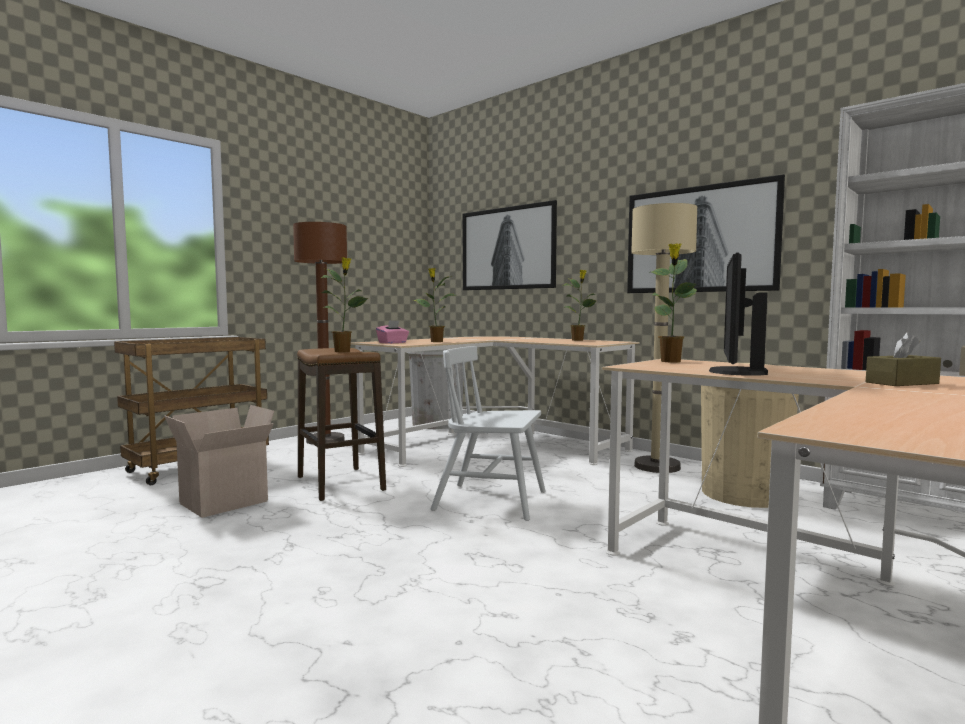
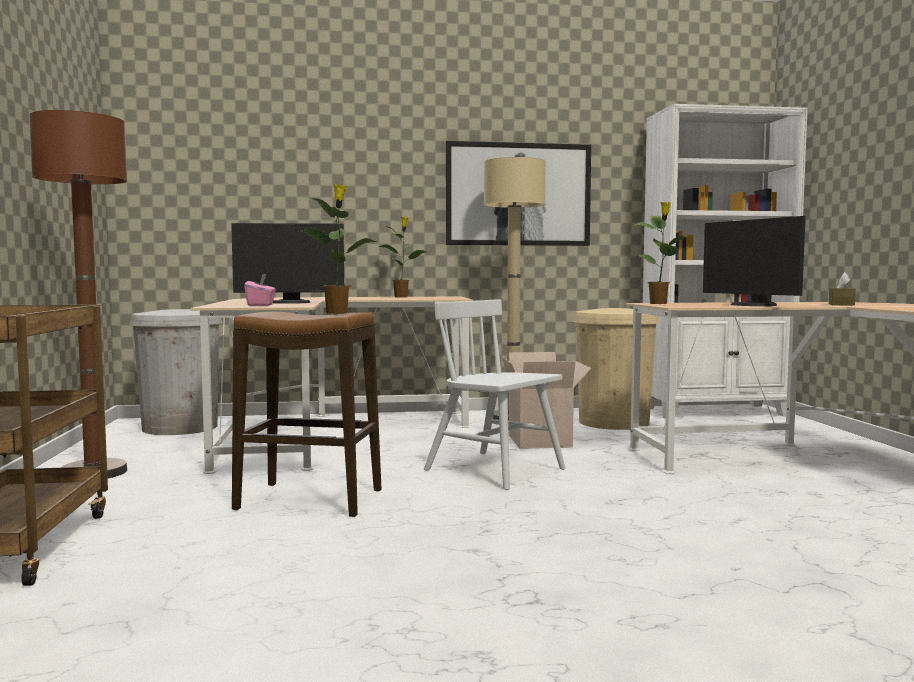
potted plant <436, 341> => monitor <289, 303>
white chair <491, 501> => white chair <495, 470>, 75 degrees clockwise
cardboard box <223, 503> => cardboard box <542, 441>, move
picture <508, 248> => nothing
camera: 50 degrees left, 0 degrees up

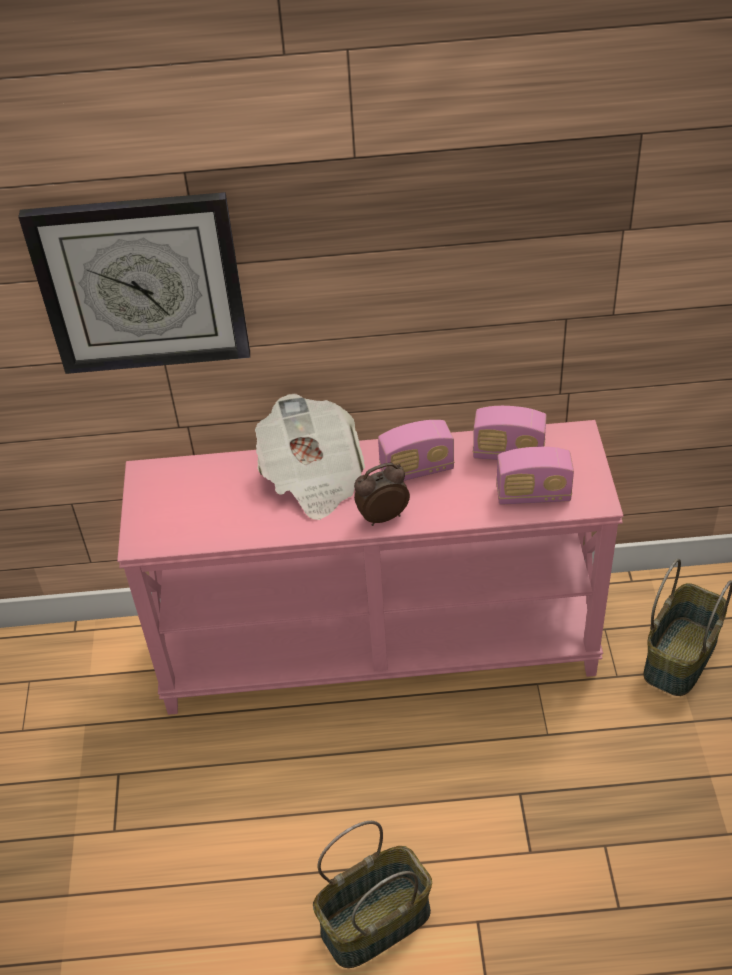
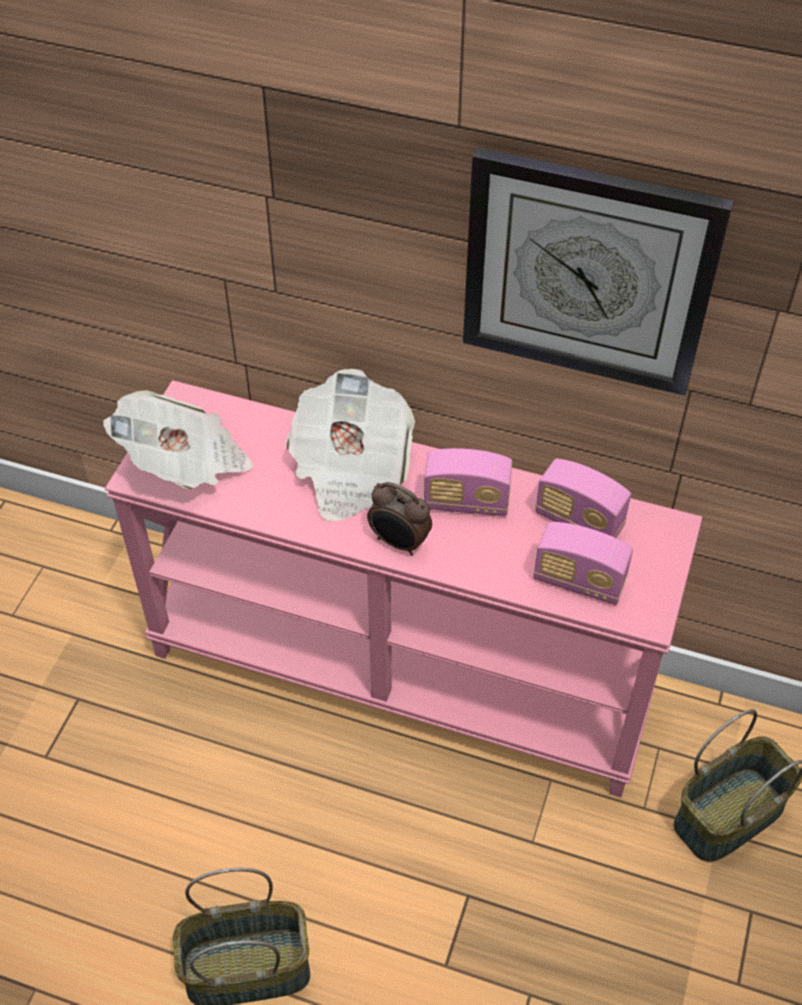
nothing => newspaper <185, 464>
alarm clock <382, 516> => alarm clock <399, 543>, 150 degrees counterclockwise
wall clock <141, 284> => wall clock <588, 273>, move
camera: 20 degrees right, 5 degrees up

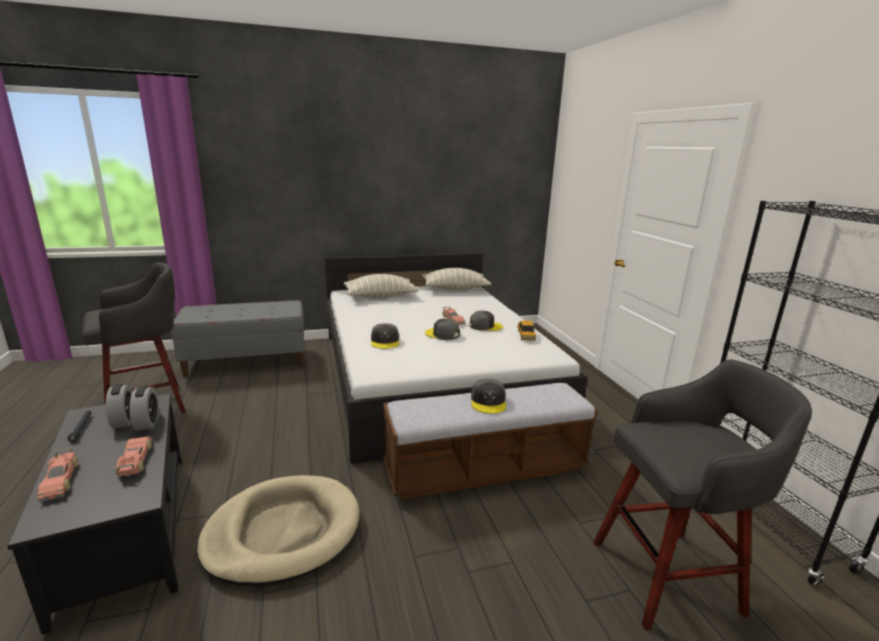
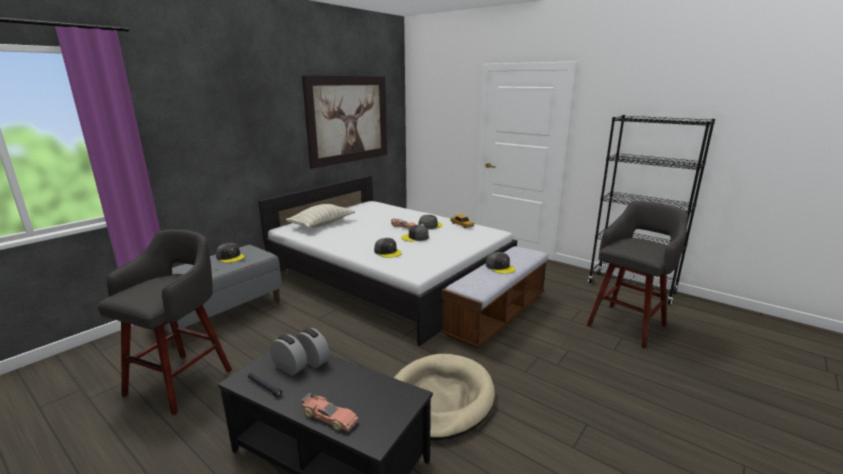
nothing => grey cap <230, 257>
nothing => picture <348, 119>
toy car <135, 460> => nothing
pillow <455, 289> => nothing
camera: 35 degrees left, 0 degrees up

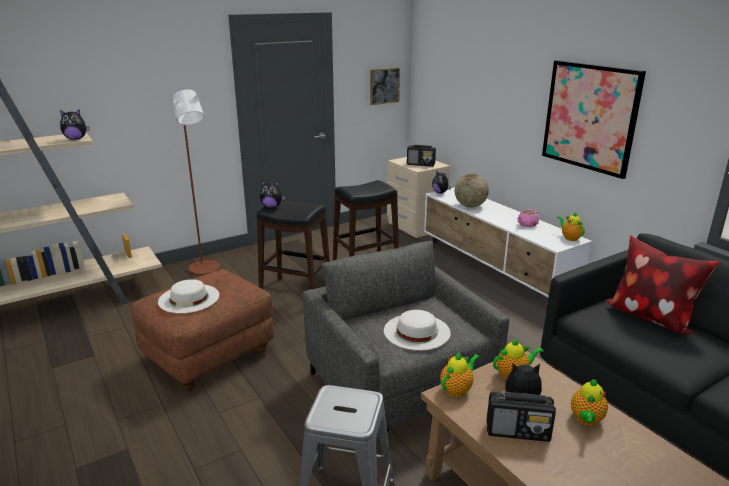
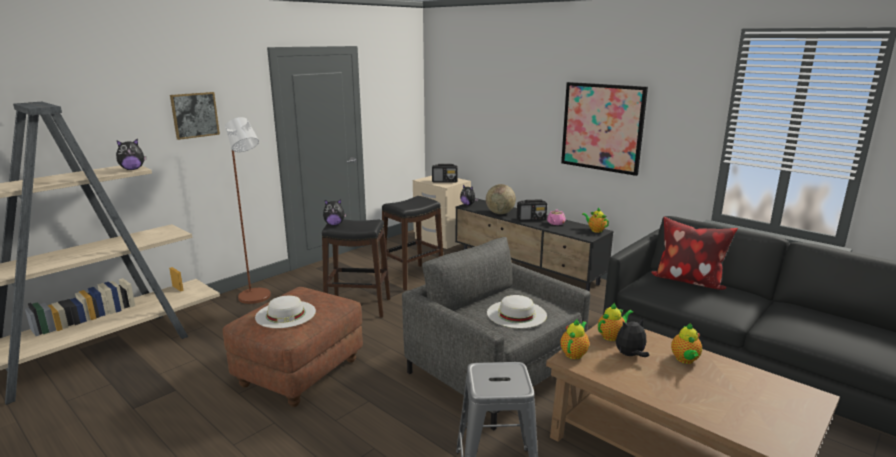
picture <384, 86> => picture <195, 115>, move
white tv stand <495, 268> => black tv stand <527, 267>
radio <518, 431> => radio <531, 219>, move
camera: 15 degrees left, 5 degrees down

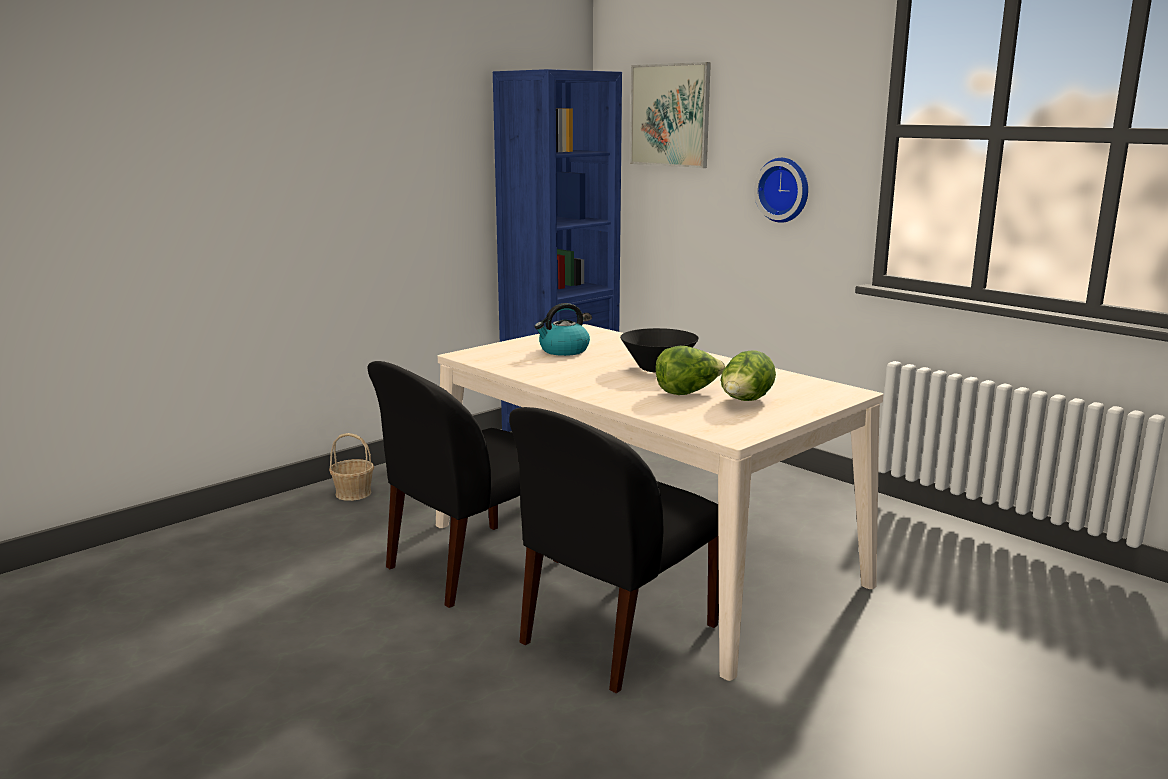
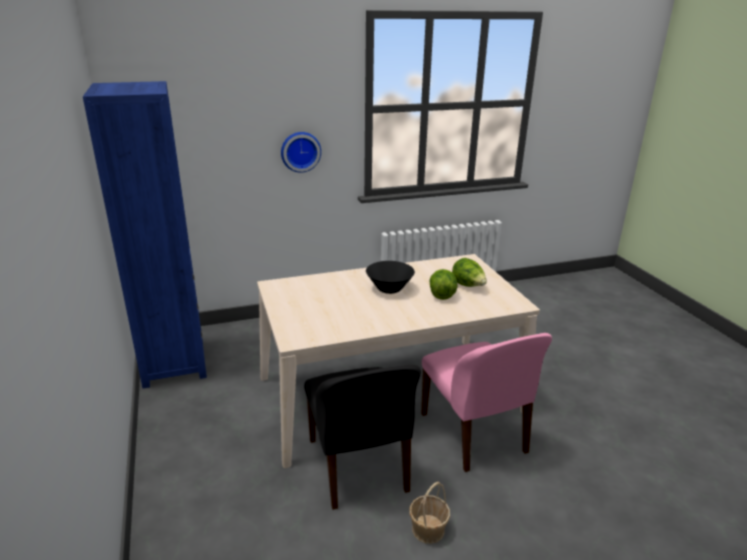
basket <353, 493> => basket <427, 529>, move
black chair <616, 636> => pink chair <474, 434>
kettle <563, 351> => nothing
picture <670, 115> => nothing
camera: 65 degrees left, 10 degrees up

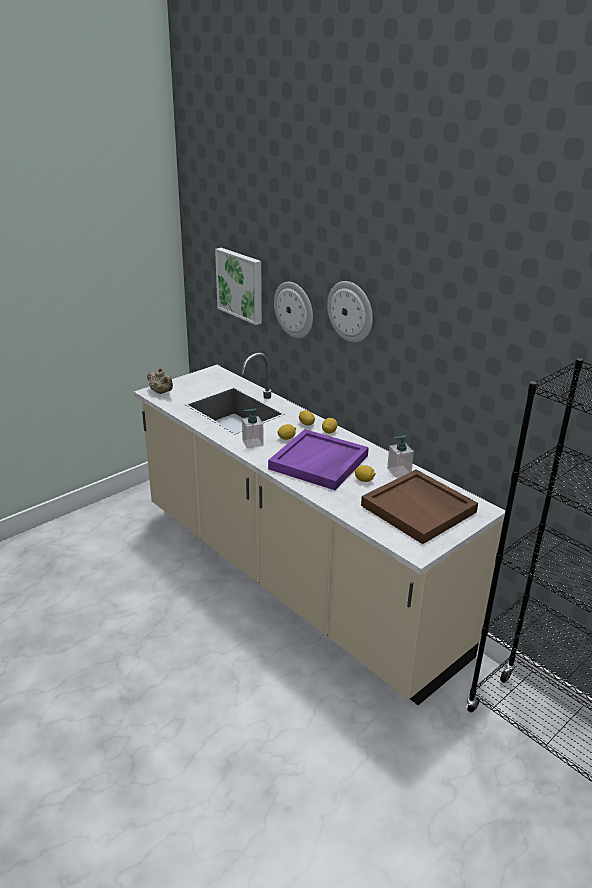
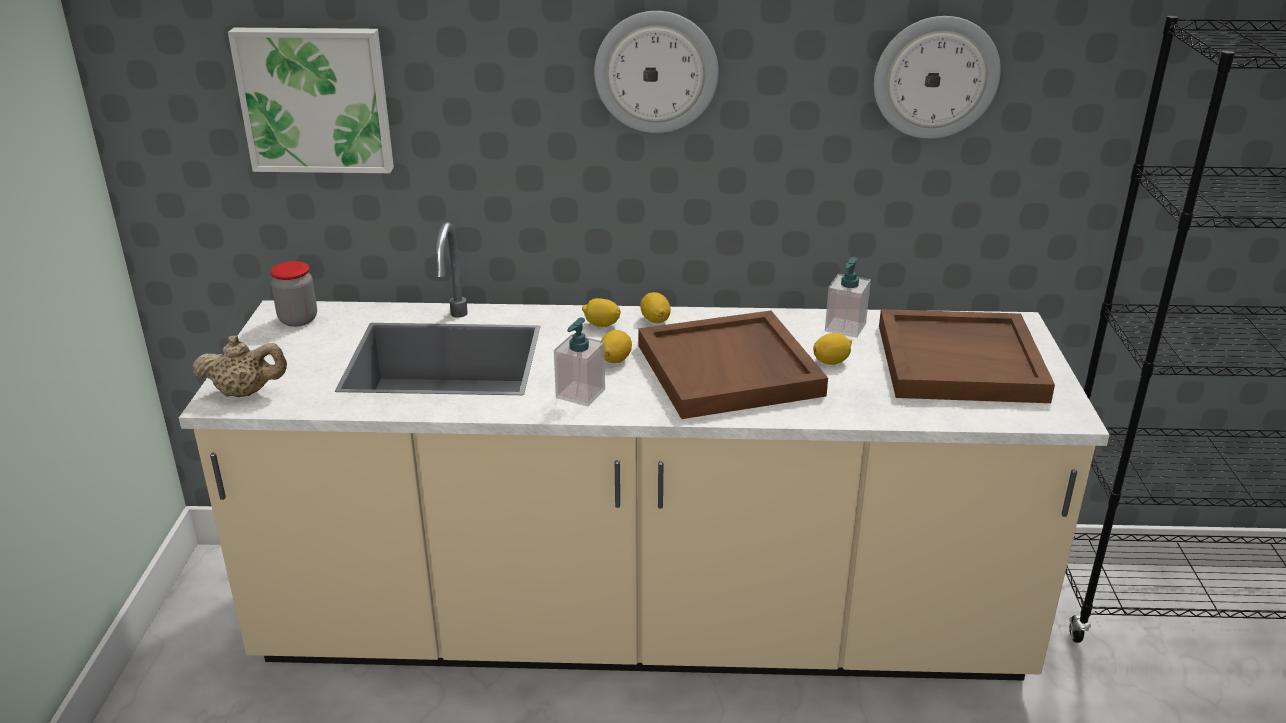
nothing => jar <298, 319>
purple tray <319, 463> => brown tray <730, 370>
wall clock <294, 309> => wall clock <935, 77>, move
camera: 45 degrees left, 0 degrees up

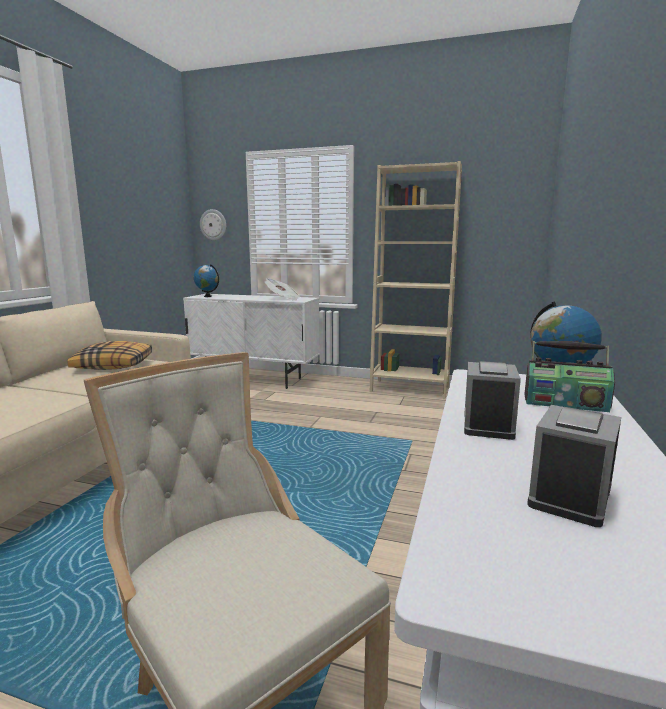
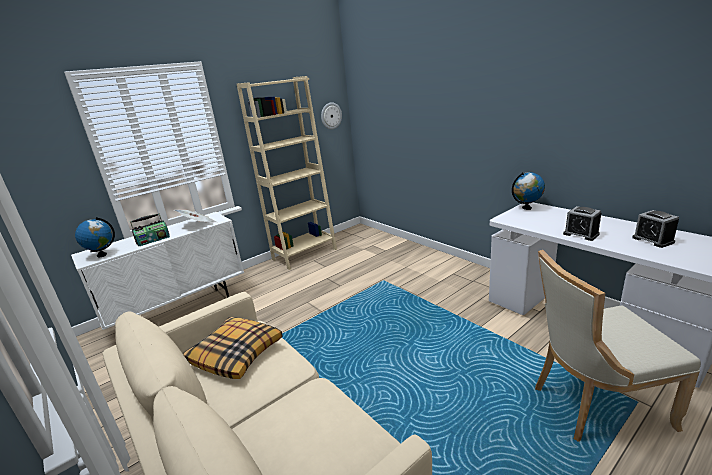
radio <565, 403> => radio <153, 240>, move
wall clock <213, 225> => wall clock <331, 116>, move
camera: 55 degrees left, 10 degrees up

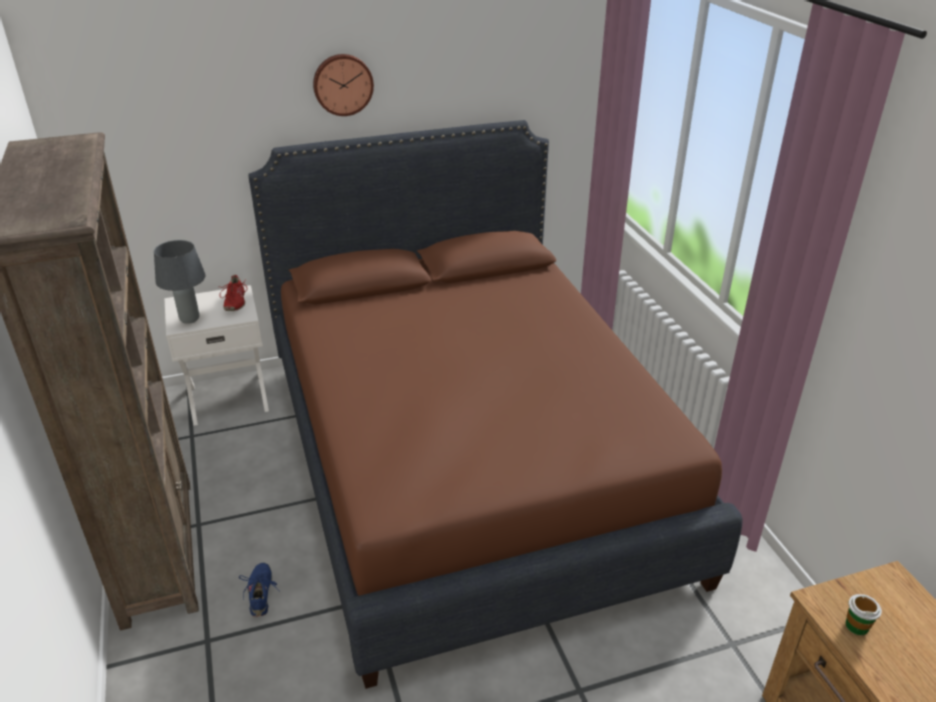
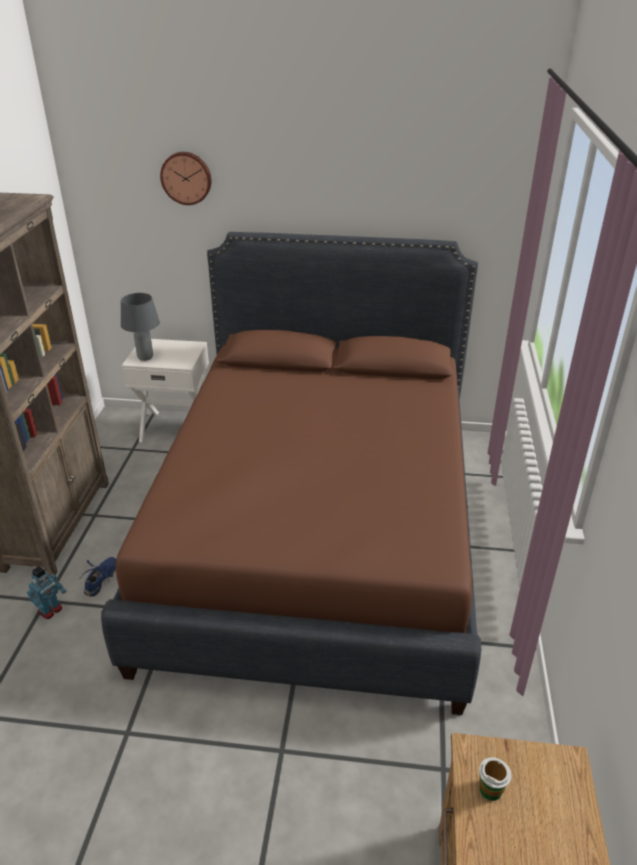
nothing => toy robot <50, 610>
wall clock <342, 84> => wall clock <186, 178>, move
red shoe <234, 302> => nothing
camera: 25 degrees right, 0 degrees up

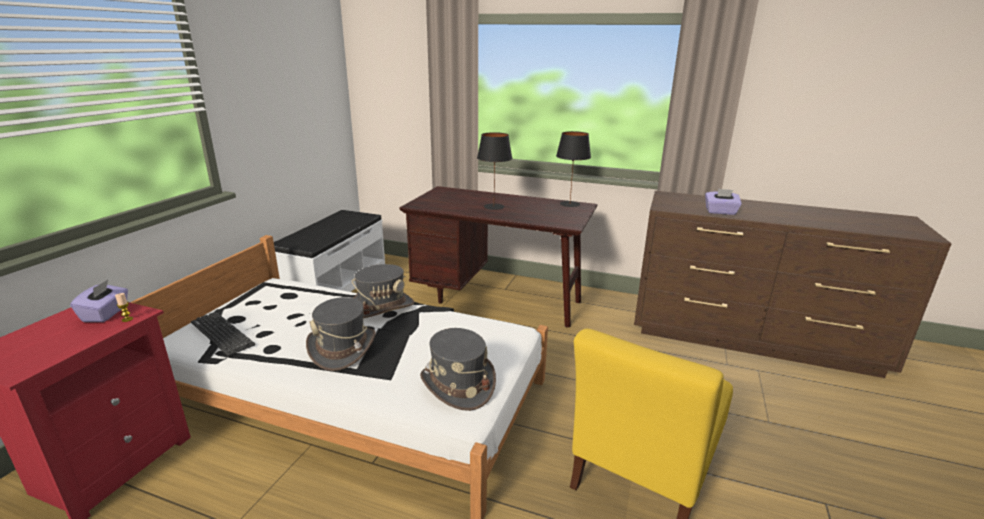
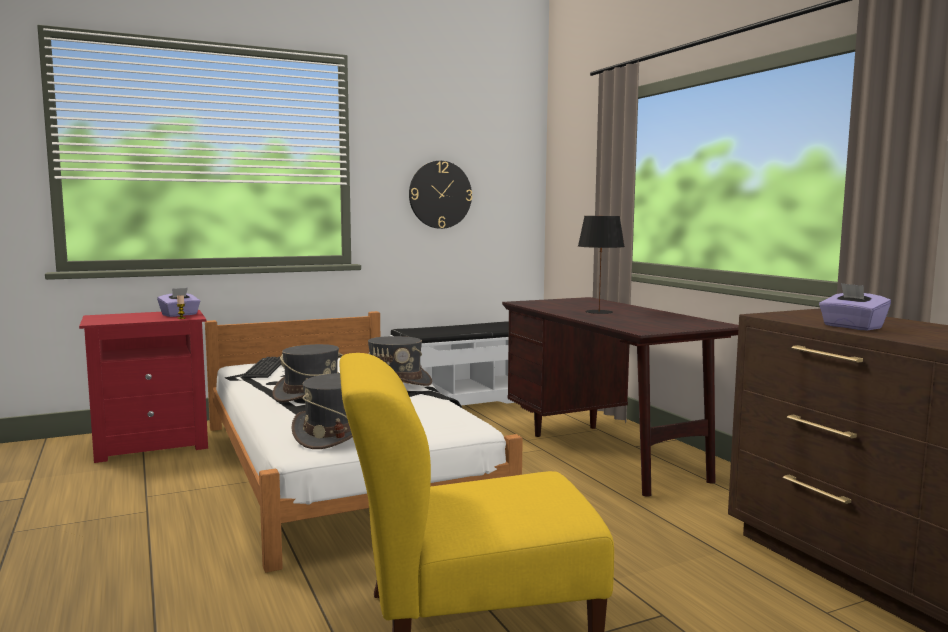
nothing => wall clock <440, 194>
black table lamp <570, 204> => nothing
camera: 45 degrees right, 15 degrees down

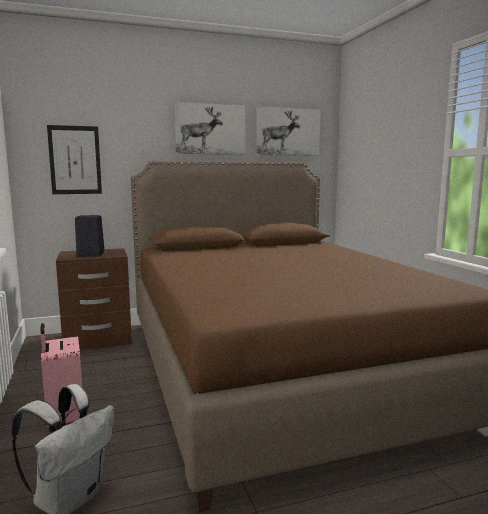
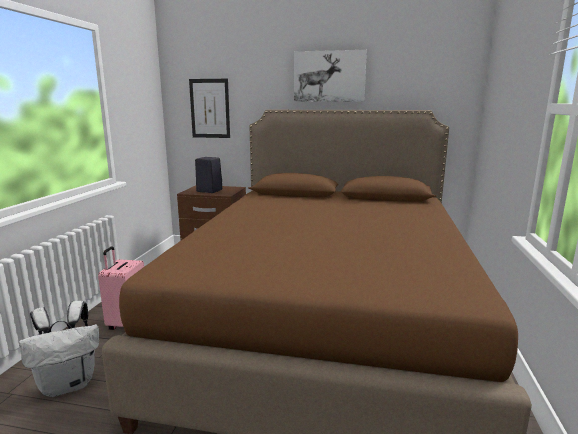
picture <287, 132> => nothing
camera: 30 degrees right, 5 degrees up

